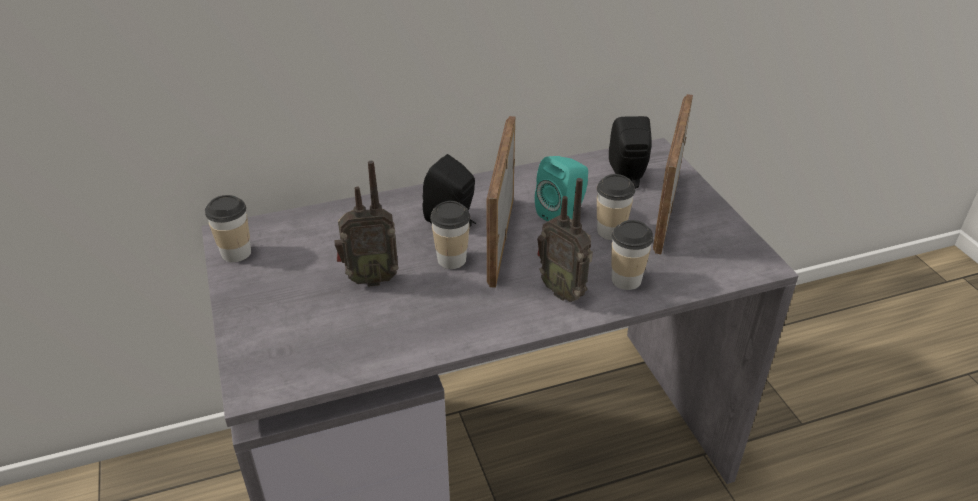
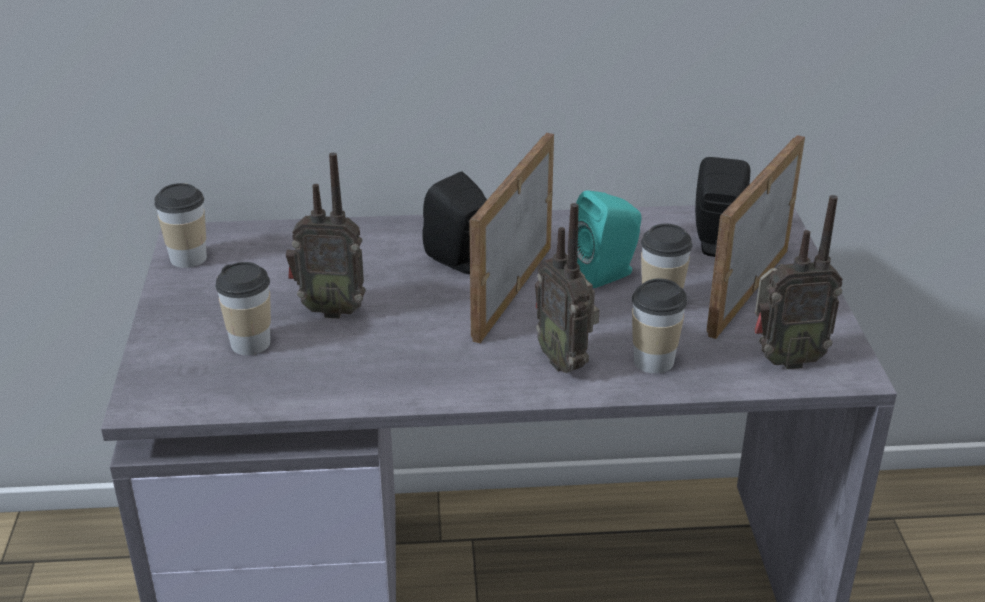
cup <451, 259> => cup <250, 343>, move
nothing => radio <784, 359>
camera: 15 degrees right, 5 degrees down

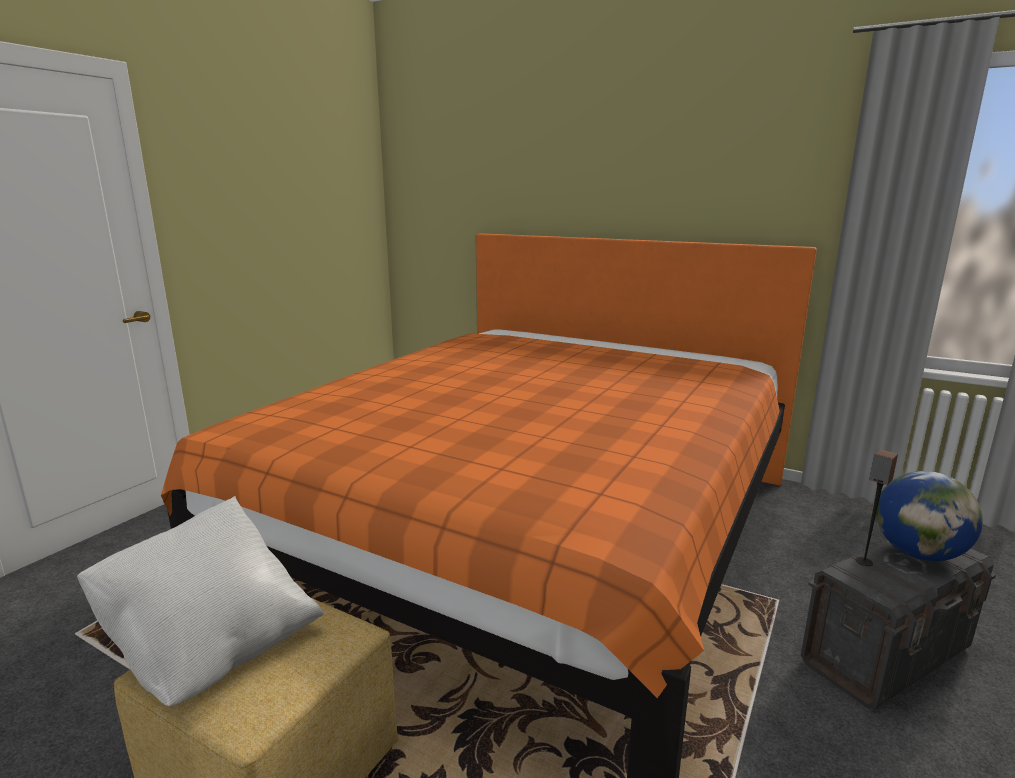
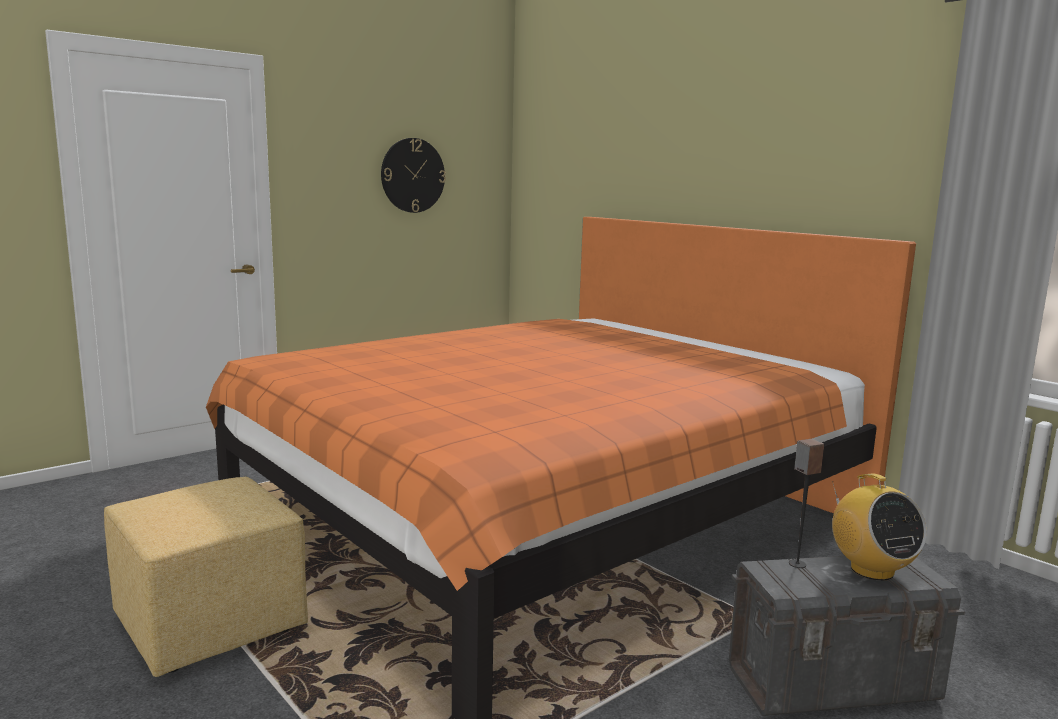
nothing => wall clock <412, 175>
globe <918, 553> => radio <871, 570>
white pillow <213, 645> => nothing
camera: 20 degrees right, 5 degrees down

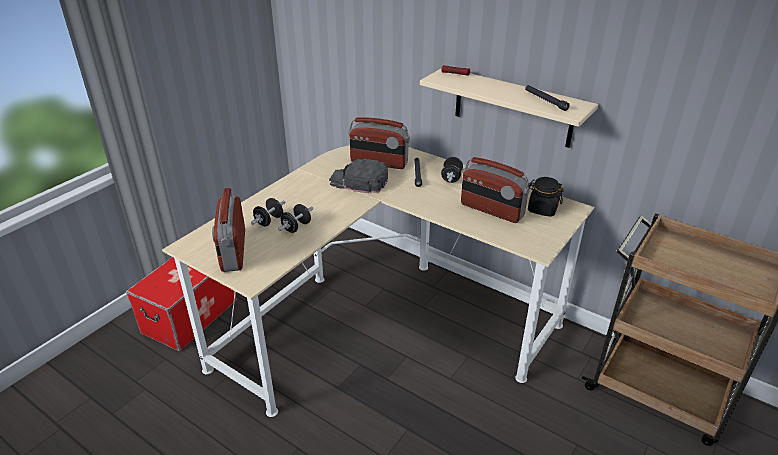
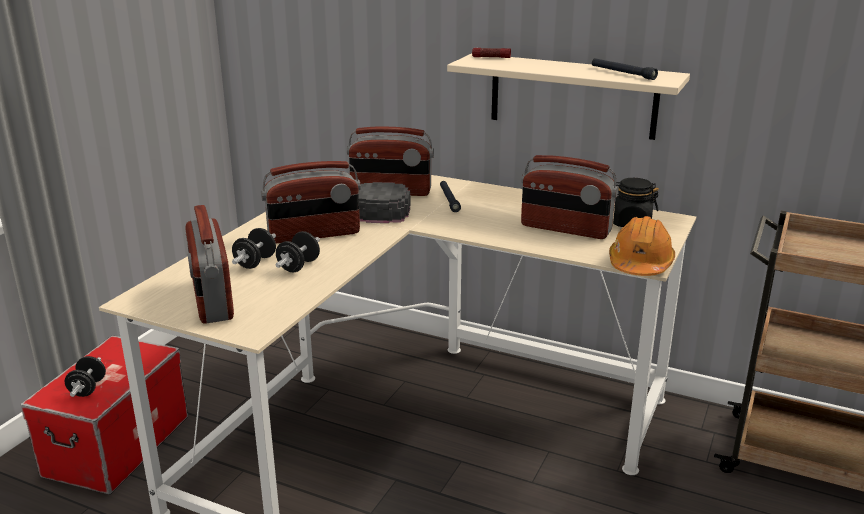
black dumbbell <451, 178> => black dumbbell <88, 388>, move
nothing => radio <314, 235>
nothing => orange hard hat <640, 264>
camera: 10 degrees left, 10 degrees down

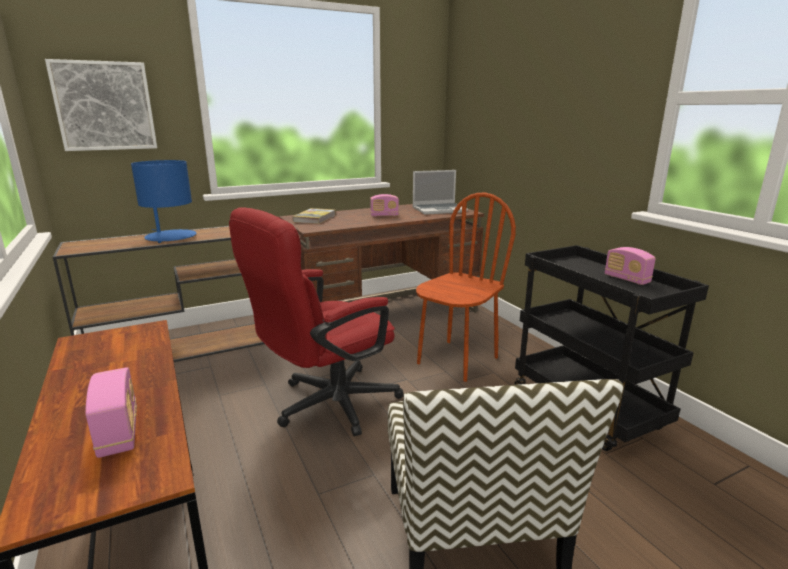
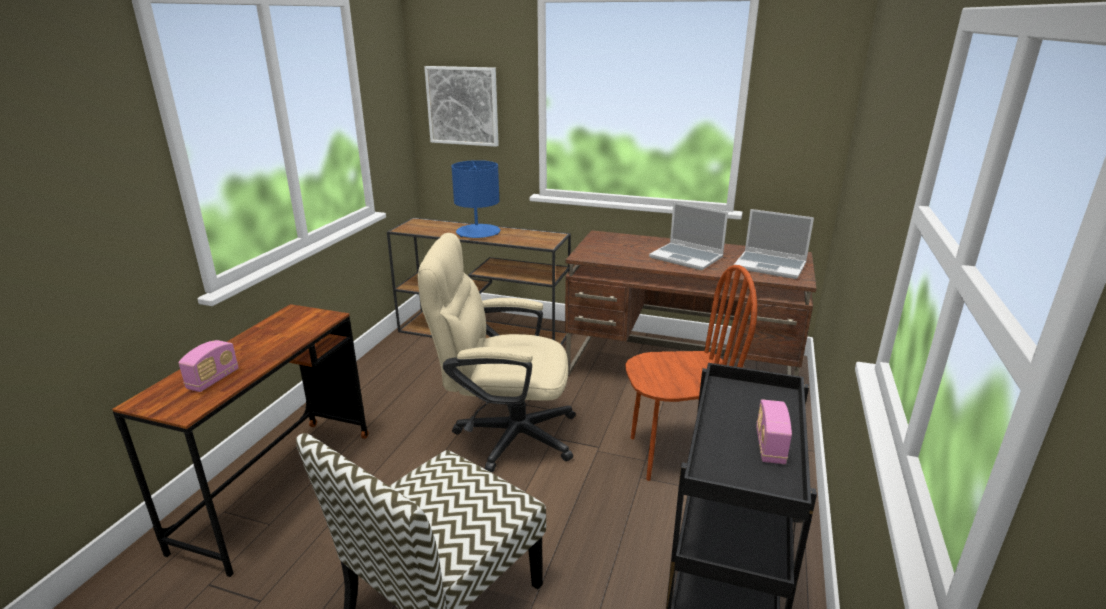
red office chair <326, 406> => beige office chair <504, 434>
radio <384, 216> => laptop <687, 258>
book <315, 218> => nothing
camera: 45 degrees right, 5 degrees up

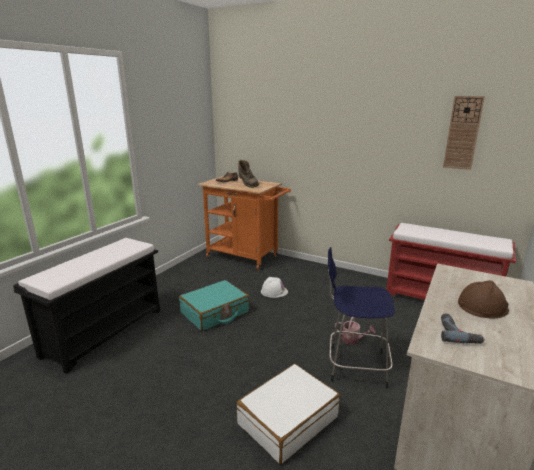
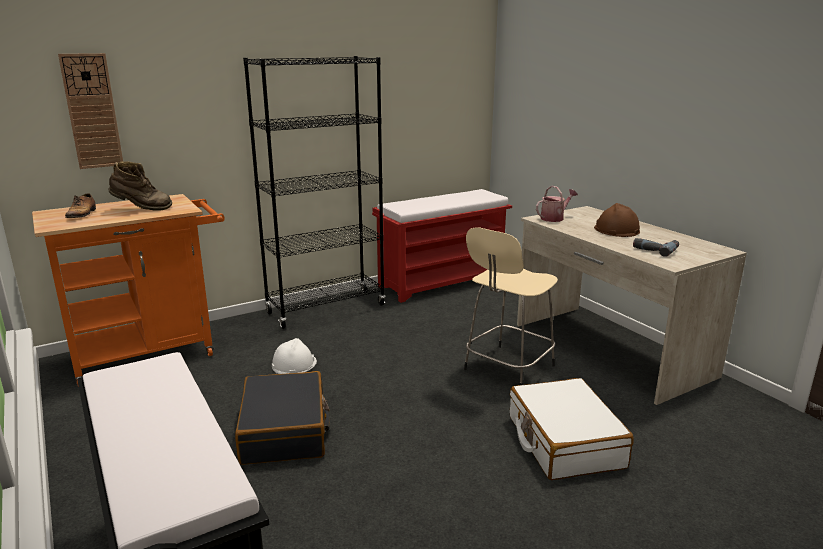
wall clock <463, 133> => wall clock <92, 111>, move
turquoise suitcase <215, 313> => black suitcase <285, 431>
nothing => black bookcase <326, 309>
blue stool <354, 366> => beige stool <507, 369>
watering can <353, 339> => watering can <554, 218>, move
camera: 60 degrees left, 0 degrees up

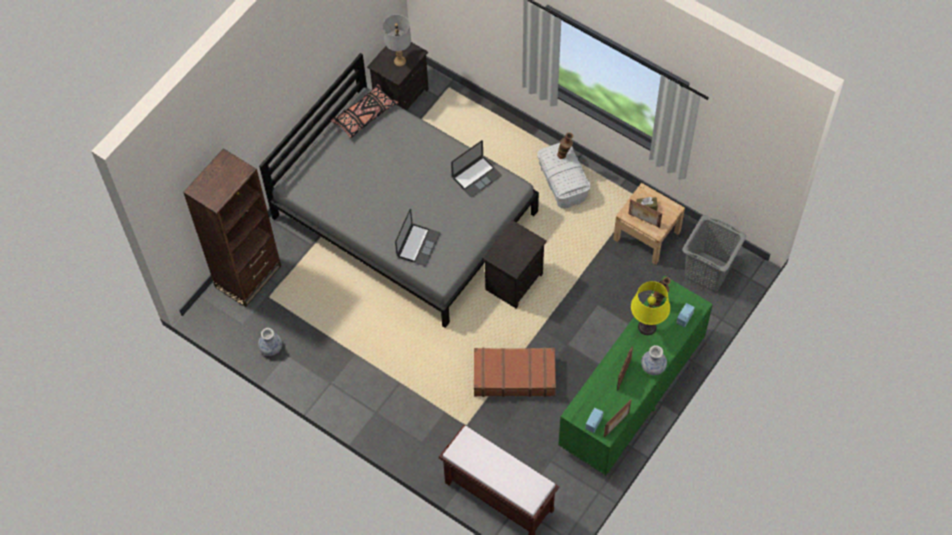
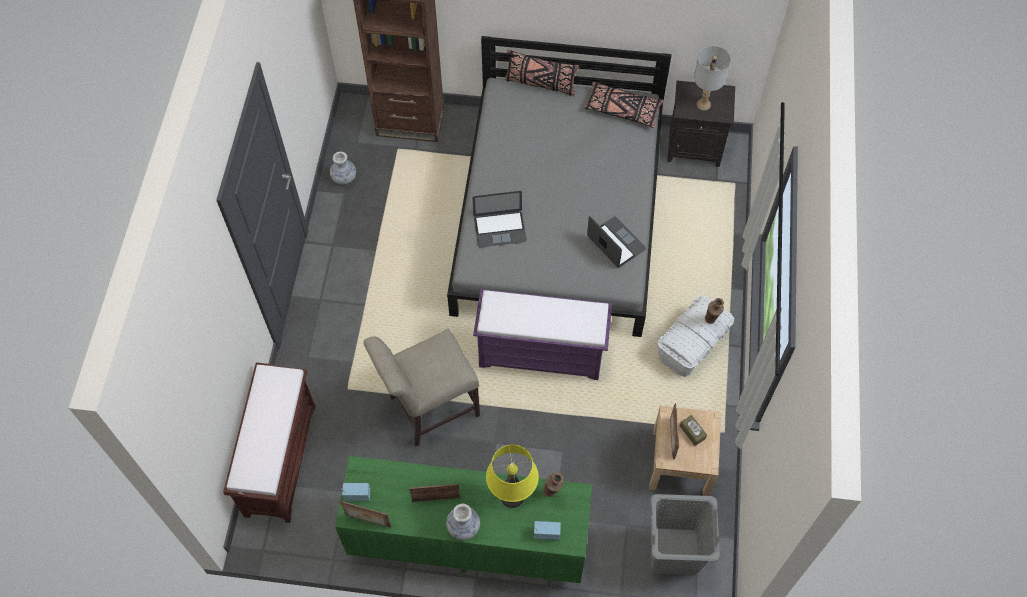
brown suitcase <514, 376> => beige chair <429, 408>
black nightstand <513, 281> => purple bench <542, 353>
nothing => black pillow <540, 83>
laptop <476, 176> => laptop <616, 243>, 150 degrees counterclockwise
camera: 60 degrees right, 0 degrees up

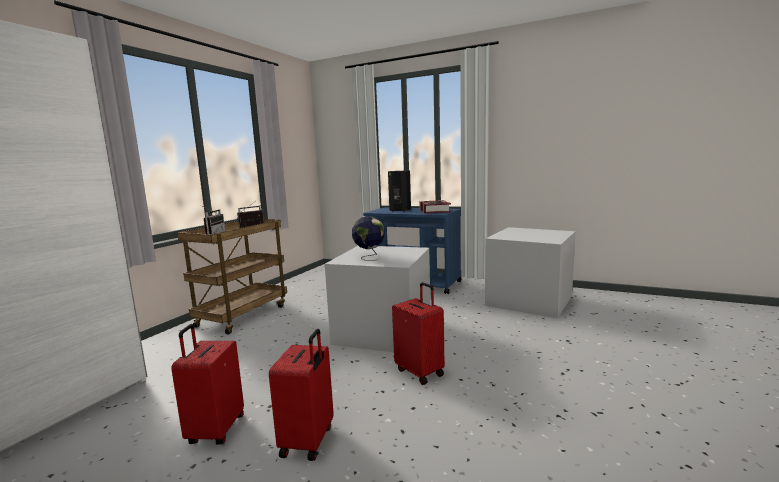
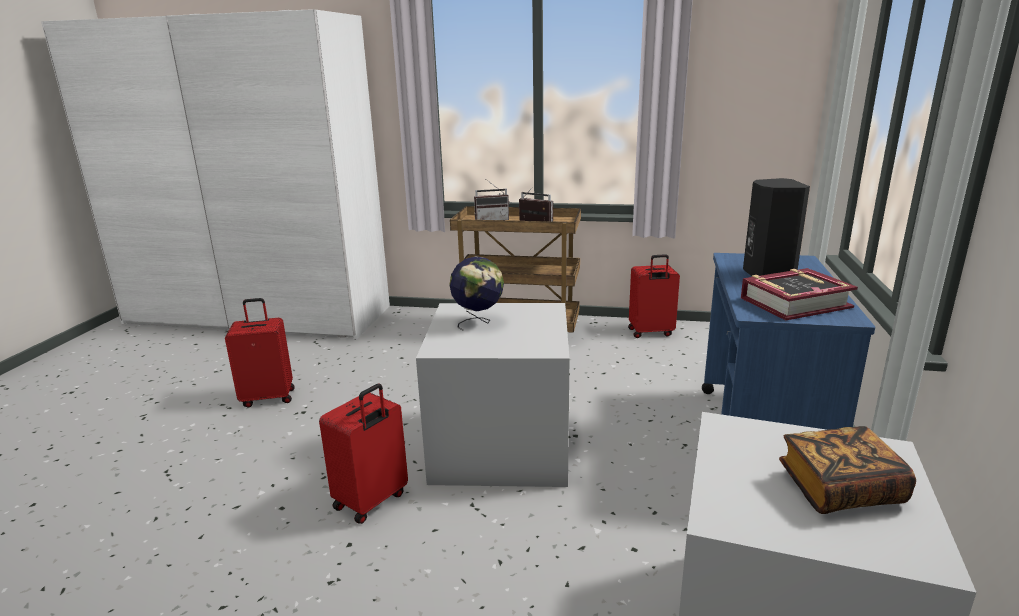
red suitcase <309, 441> => red suitcase <650, 333>, move
nothing => book <839, 489>
camera: 75 degrees right, 10 degrees up

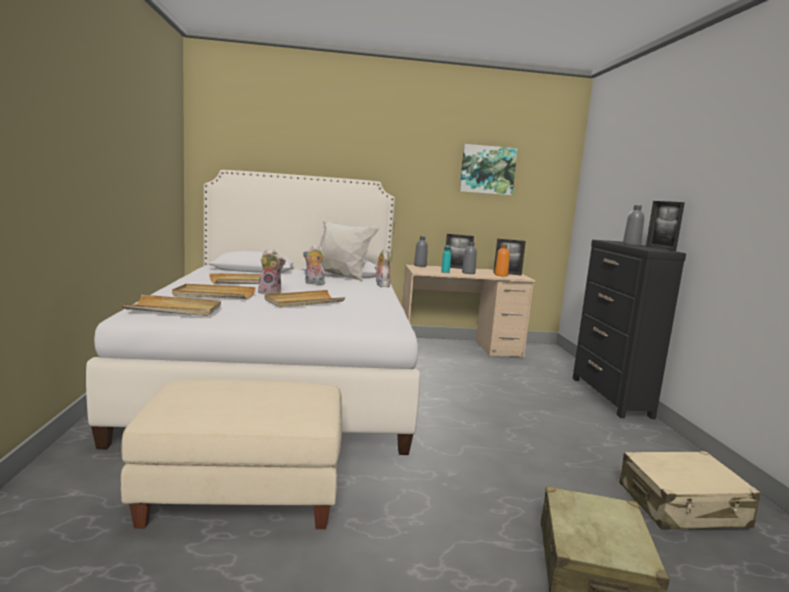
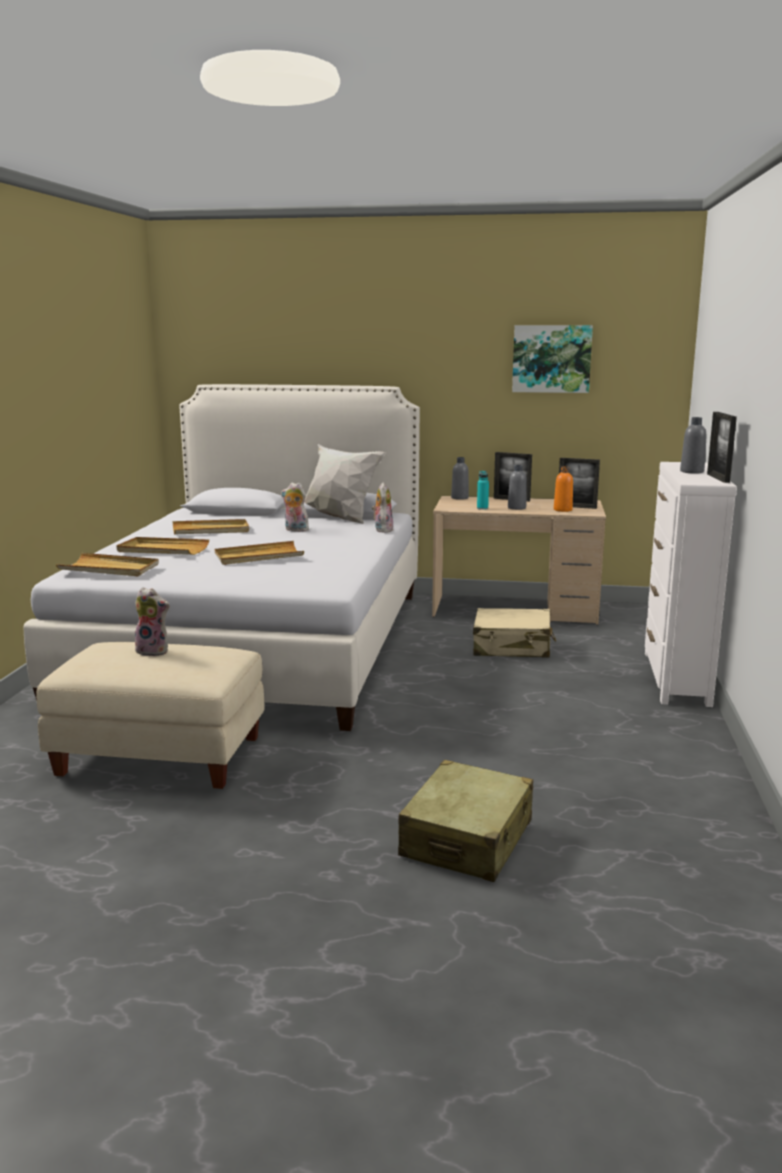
plush toy <270, 293> => plush toy <154, 651>, move
beige suitcase <682, 506> => beige suitcase <512, 647>, move
black dresser <610, 397> => white dresser <676, 678>
camera: 15 degrees right, 5 degrees up

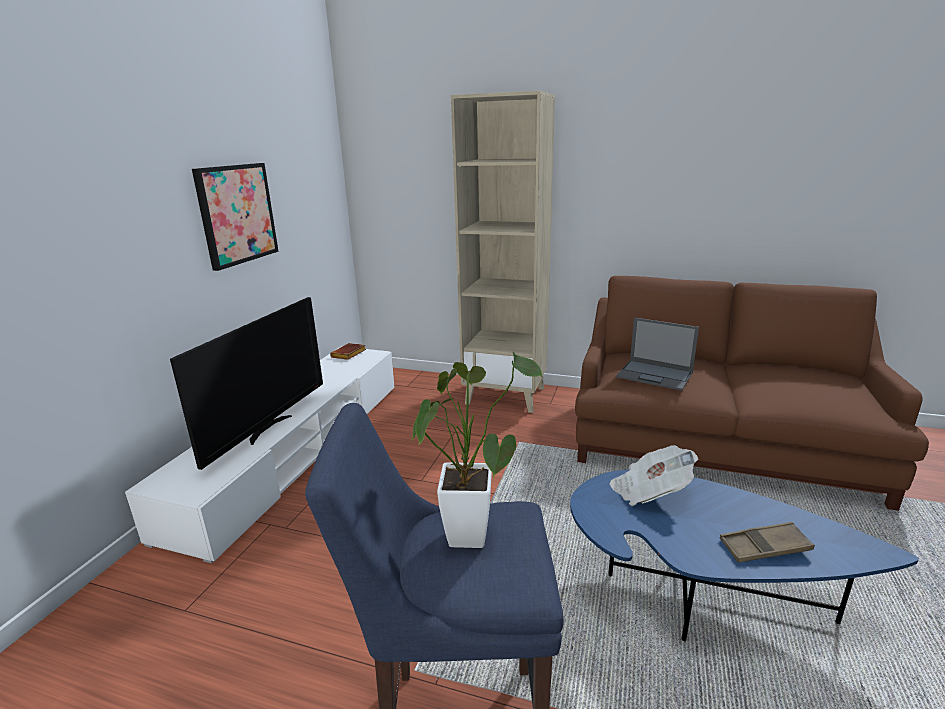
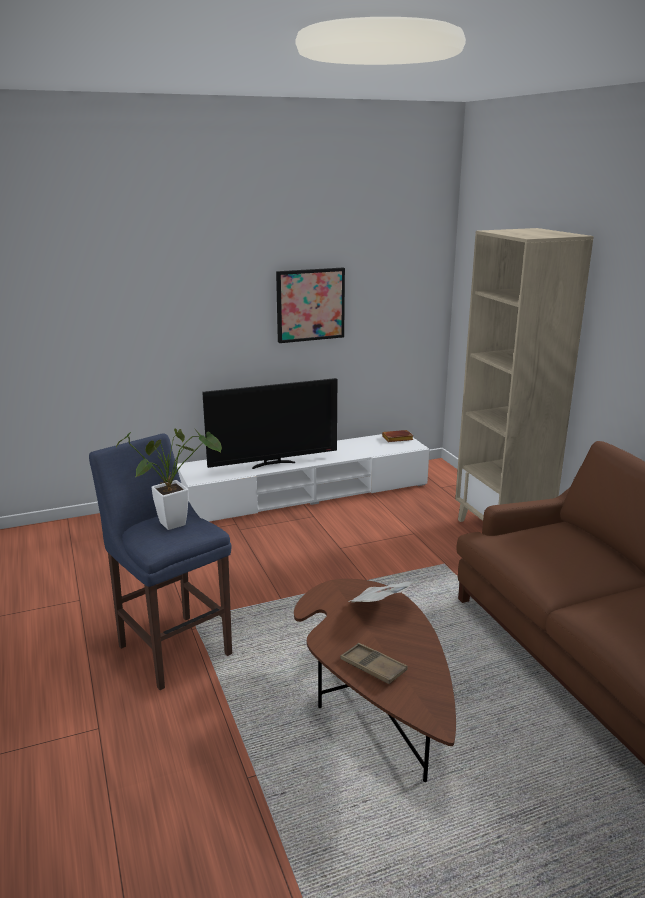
blue coffee table <697, 593> => brown coffee table <374, 702>
laptop <655, 375> => nothing
camera: 50 degrees right, 0 degrees up

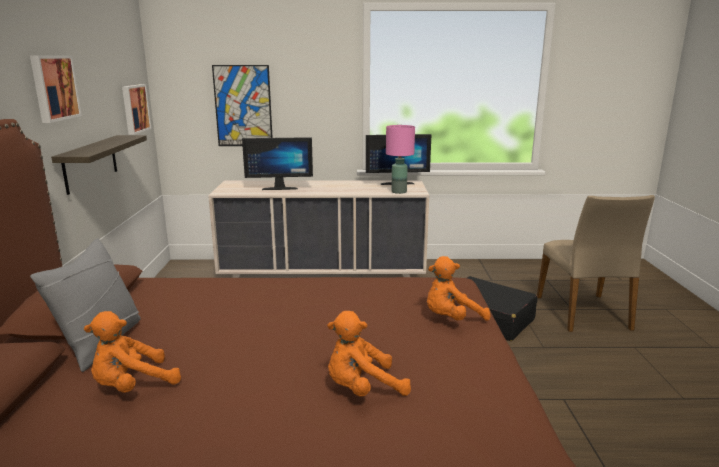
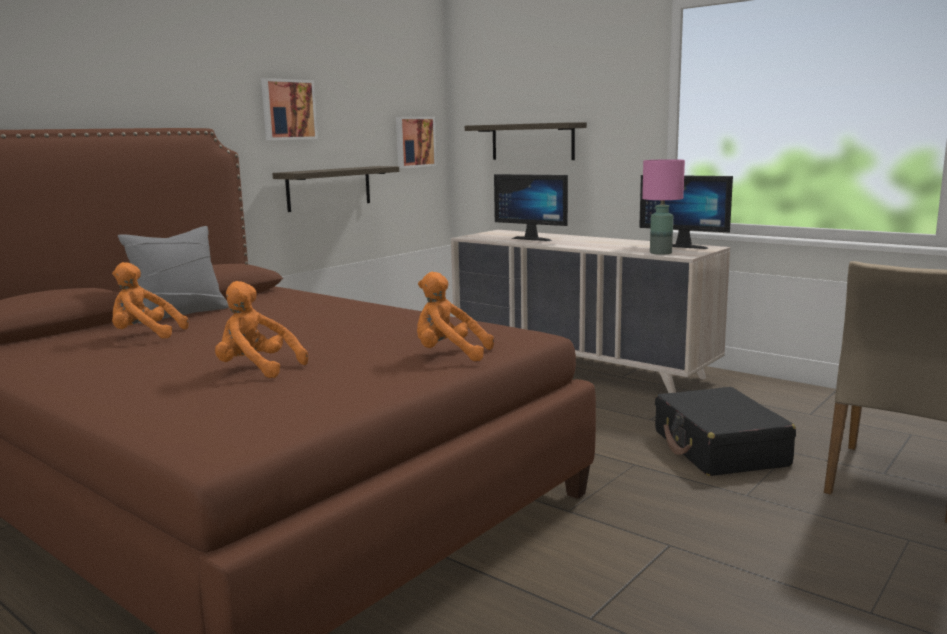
picture <243, 106> => shelf <532, 142>
camera: 40 degrees right, 5 degrees down

